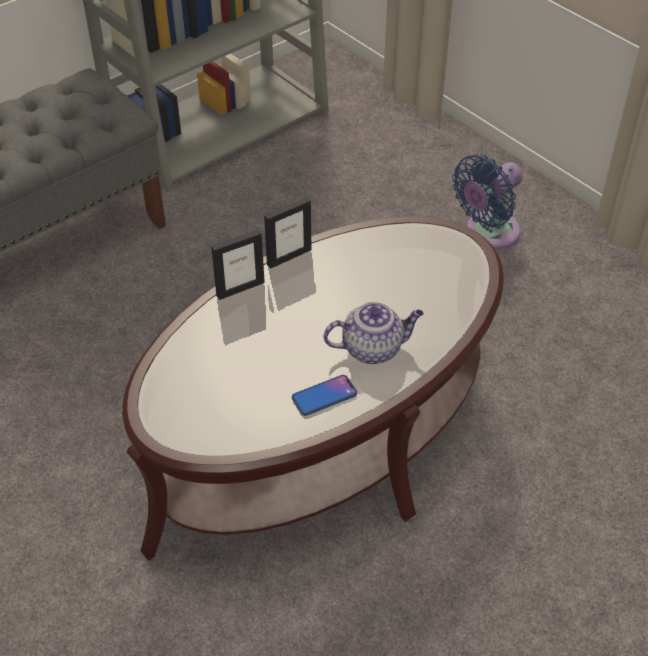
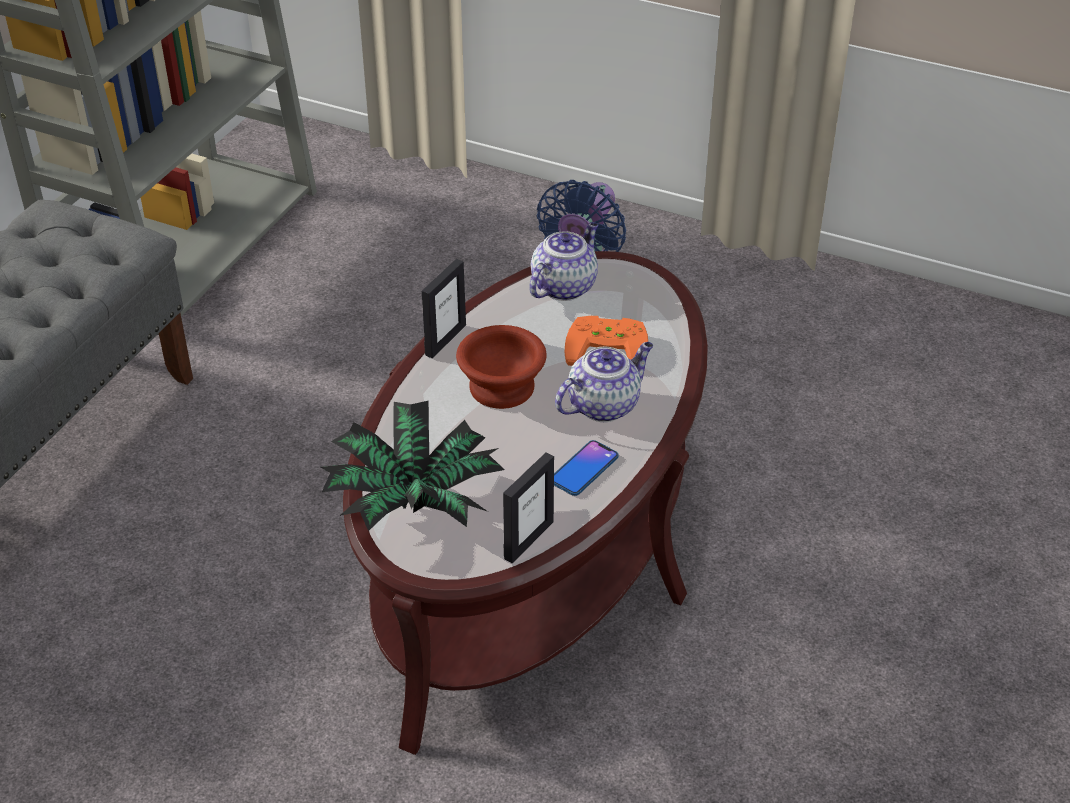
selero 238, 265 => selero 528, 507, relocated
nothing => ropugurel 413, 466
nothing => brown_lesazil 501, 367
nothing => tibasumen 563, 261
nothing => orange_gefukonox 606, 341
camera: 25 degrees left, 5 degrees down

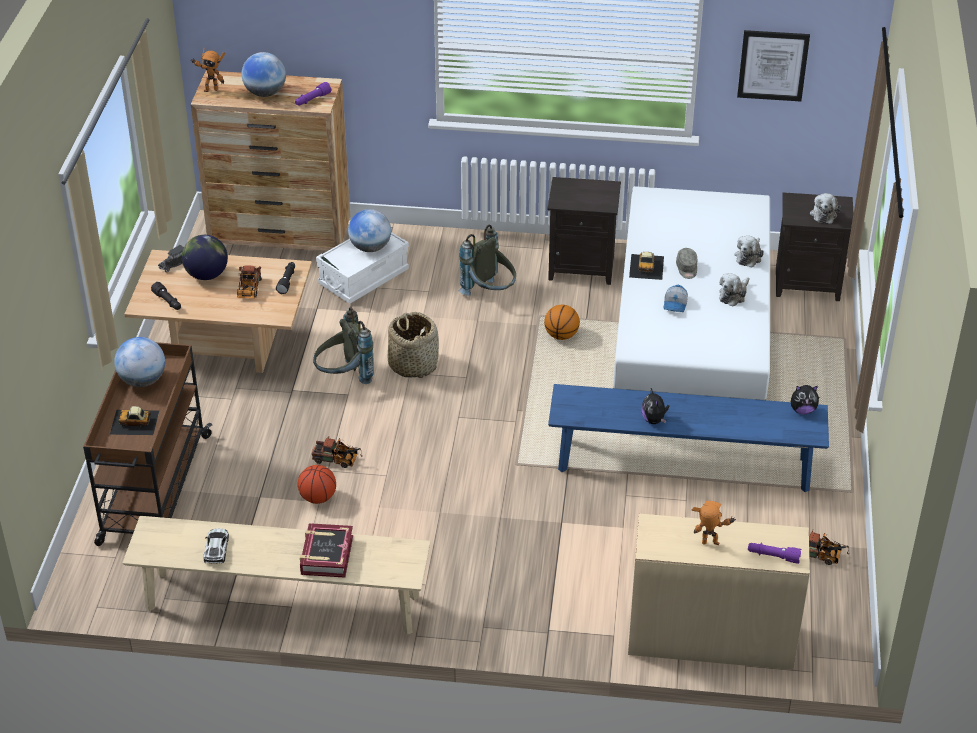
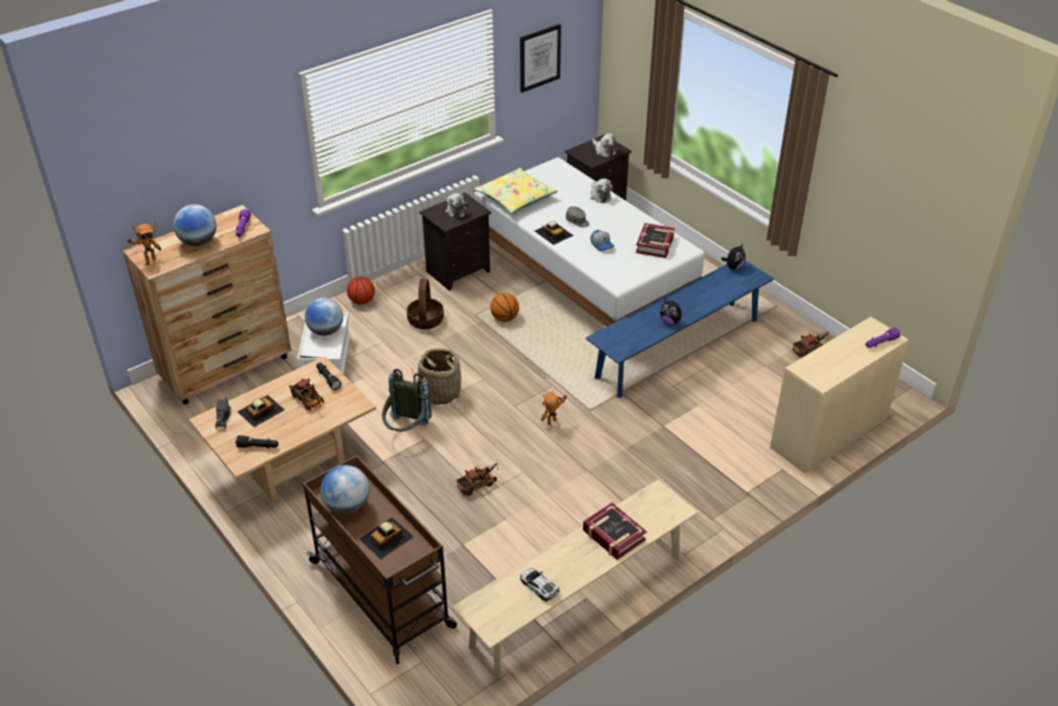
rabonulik 205, 257 => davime 260, 411
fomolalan 317, 484 => fomolalan 361, 290, relocated
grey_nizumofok 487, 260 => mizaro 425, 304
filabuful 714, 523 => filabuful 554, 408, relocated
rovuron 734, 290 => rovuron 457, 205, relocated
nothing => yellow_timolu 516, 190
nothing => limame 655, 240
camera: 45 degrees left, 0 degrees up

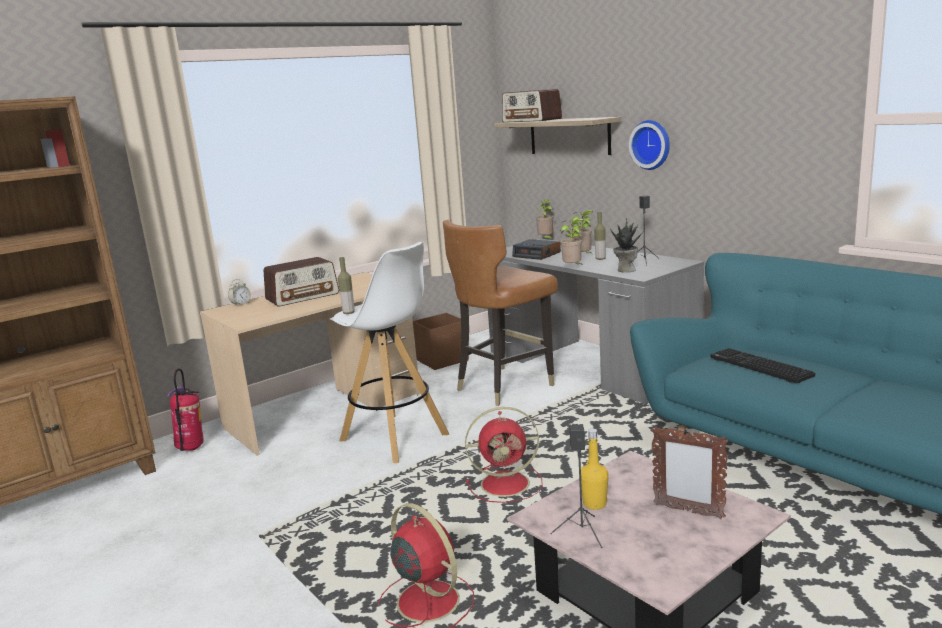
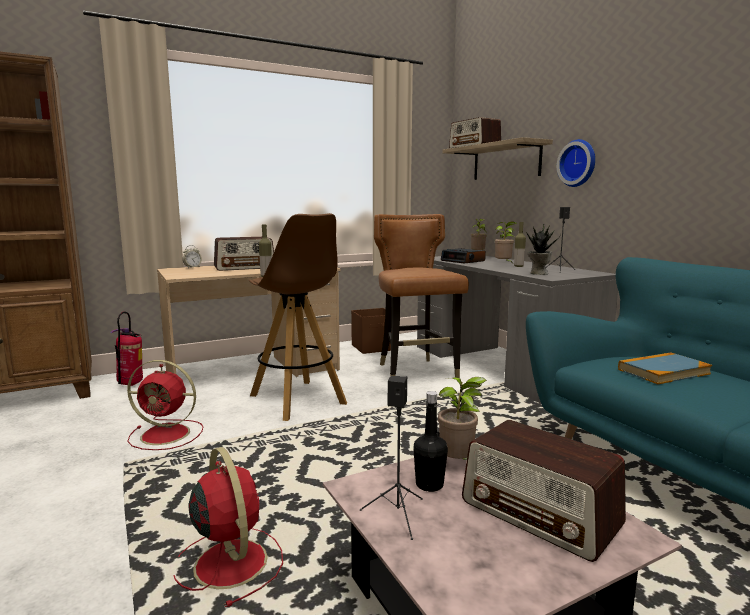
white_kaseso 389, 352 => brown_kaseso 297, 317
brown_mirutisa 500, 312 => brown_mirutisa 421, 296, 105 degrees clockwise
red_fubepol 503, 455 => red_fubepol 165, 405, relocated
ropugurel 572, 241 => ropugurel 462, 418, relocated
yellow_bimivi 594, 469 => black_bimivi 430, 441
selero 689, 472 => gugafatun 544, 491
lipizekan 762, 365 => limame 665, 368
camera: 10 degrees right, 5 degrees down

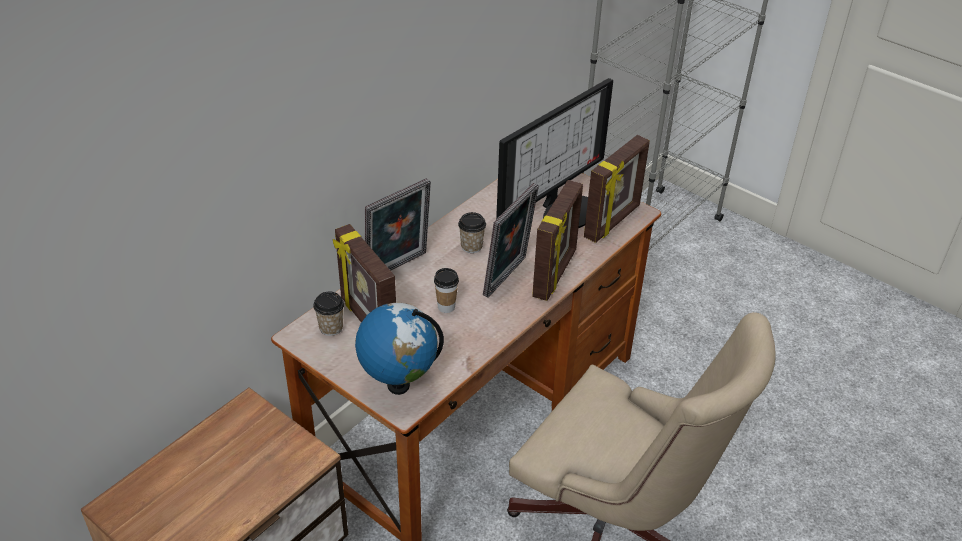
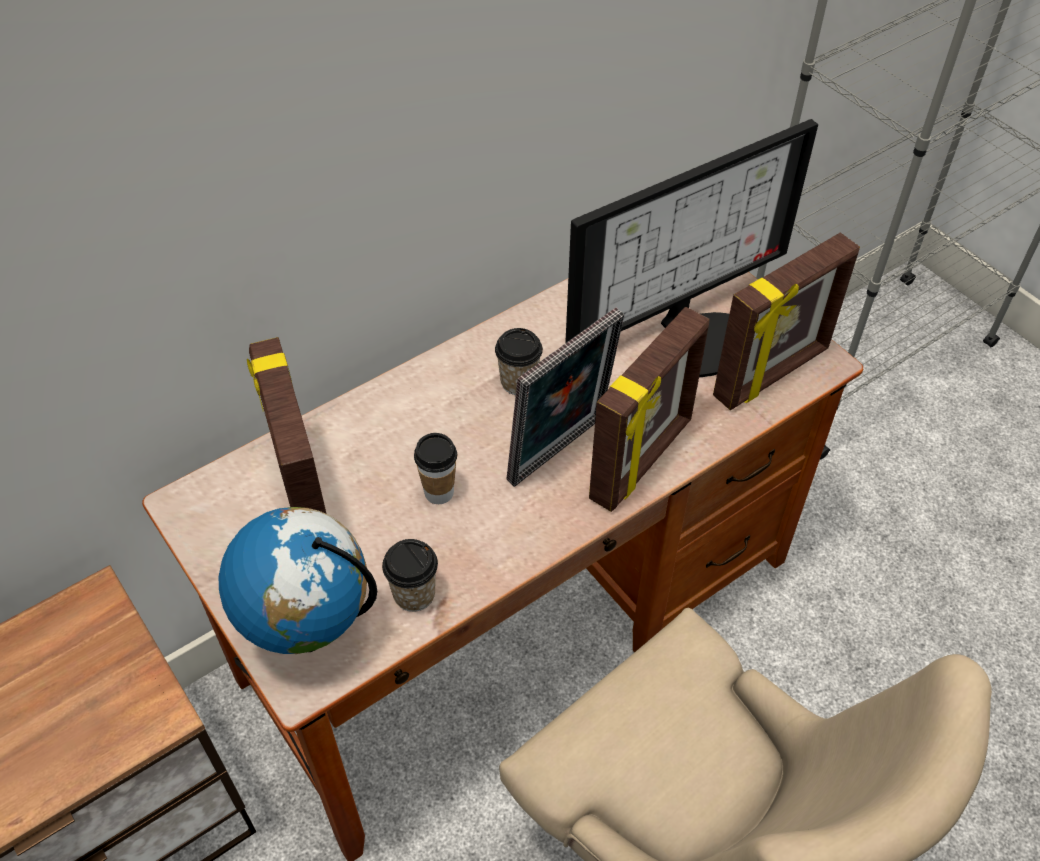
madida 328, 314 => madida 410, 575, relocated
selero 398, 224 => nothing
camera: 15 degrees right, 10 degrees up

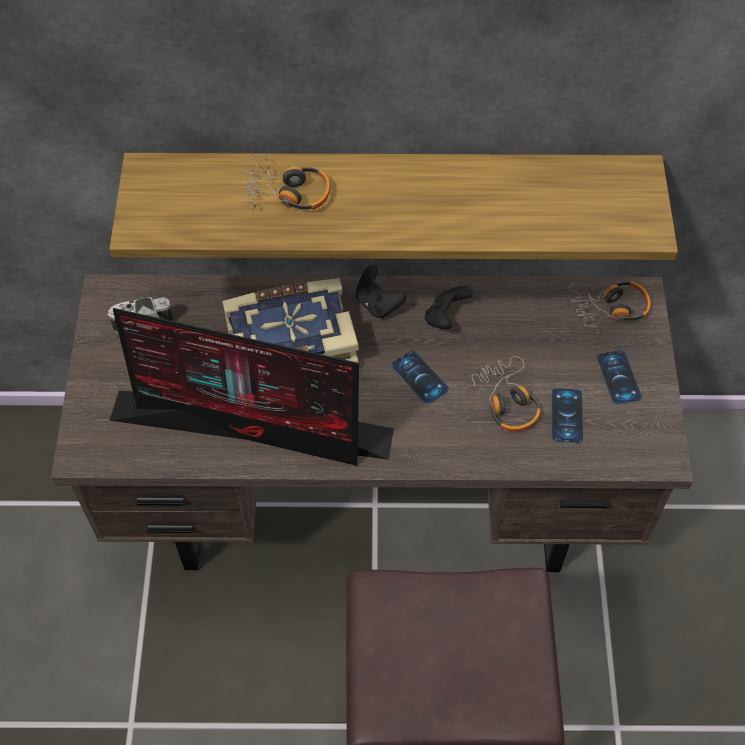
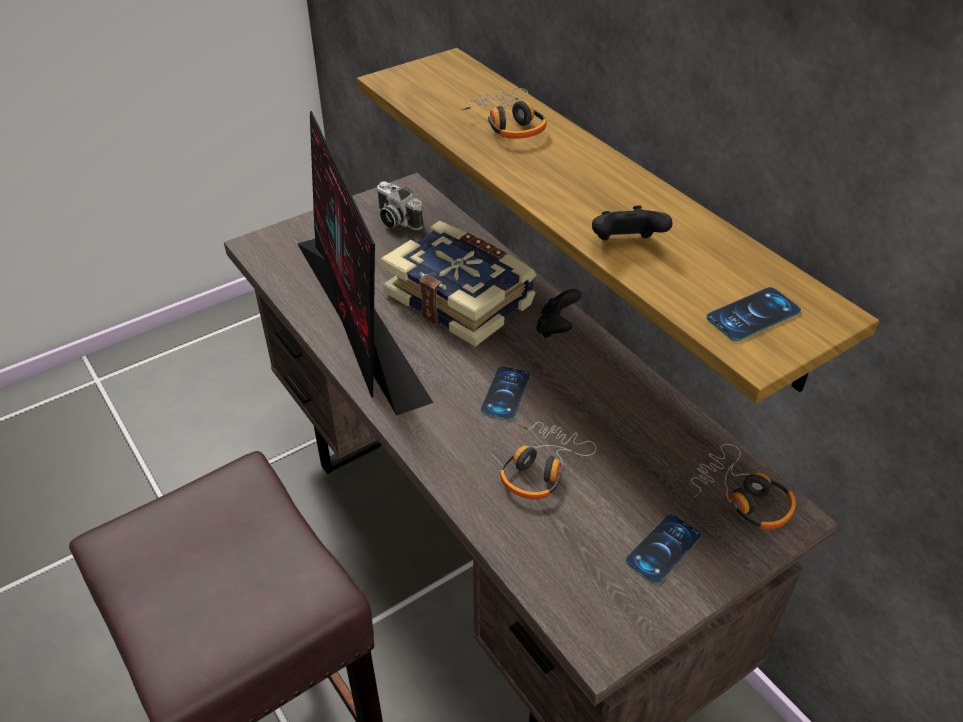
black_gefukonox 449, 307 => black_gefukonox 632, 222, relocated
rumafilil 567, 415 => rumafilil 753, 314, relocated
camera: 55 degrees right, 15 degrees down

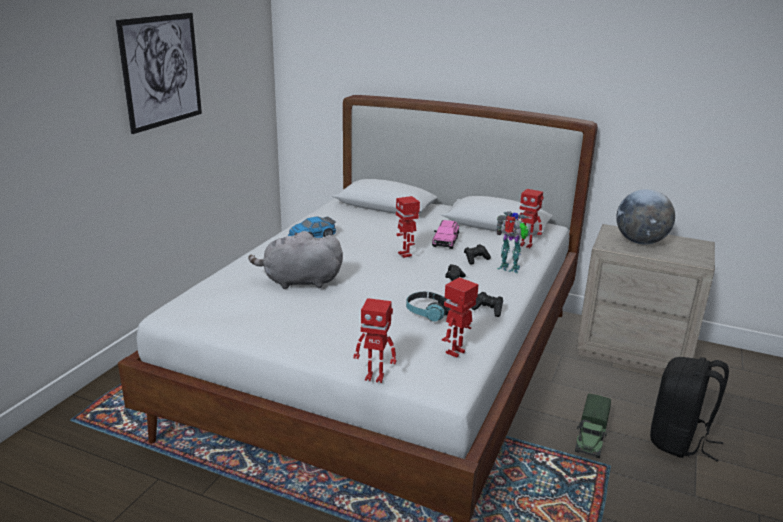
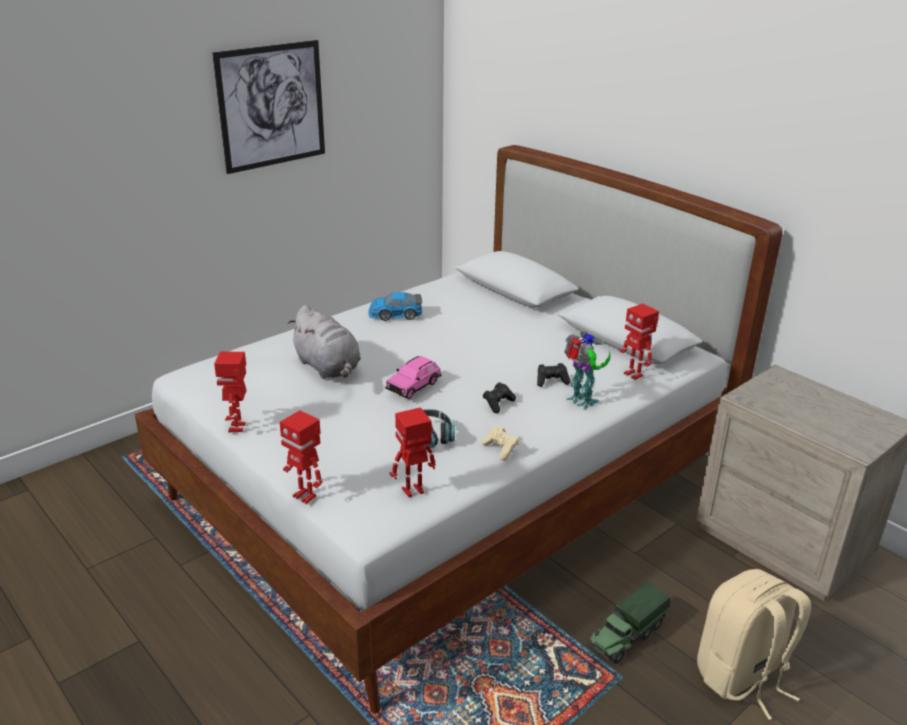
grey_rovuron 295, 260 => grey_rovuron 324, 342, 150 degrees counterclockwise
filabuful 408, 227 => filabuful 230, 391, relocated
pink_davime 446, 234 => pink_davime 413, 377, relocated
black_gefukonox 487, 304 => beige_gefukonox 500, 443
rabonulik 645, 216 => nothing
black_nizumofok 689, 409 => beige_nizumofok 754, 644
camera: 25 degrees right, 5 degrees up

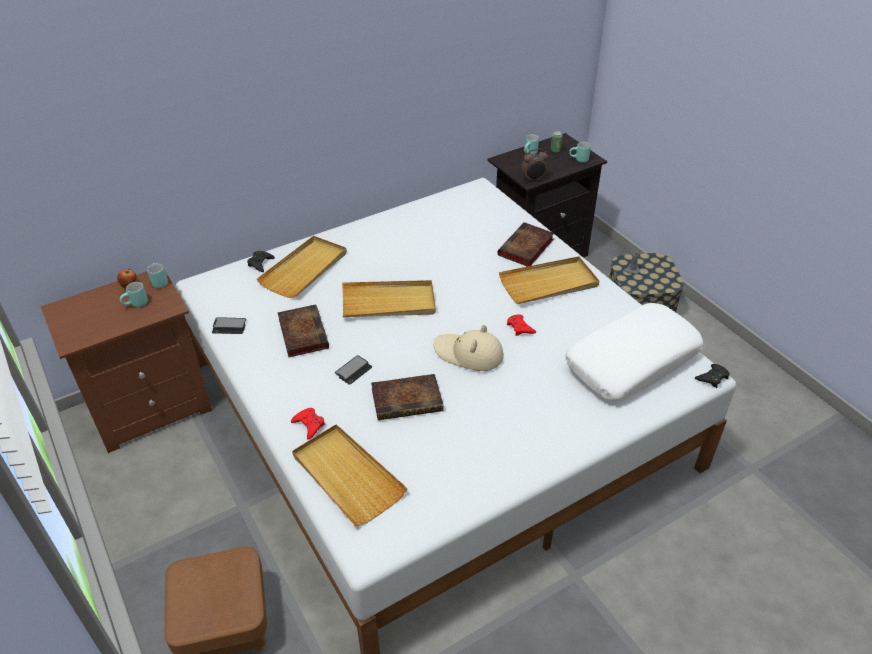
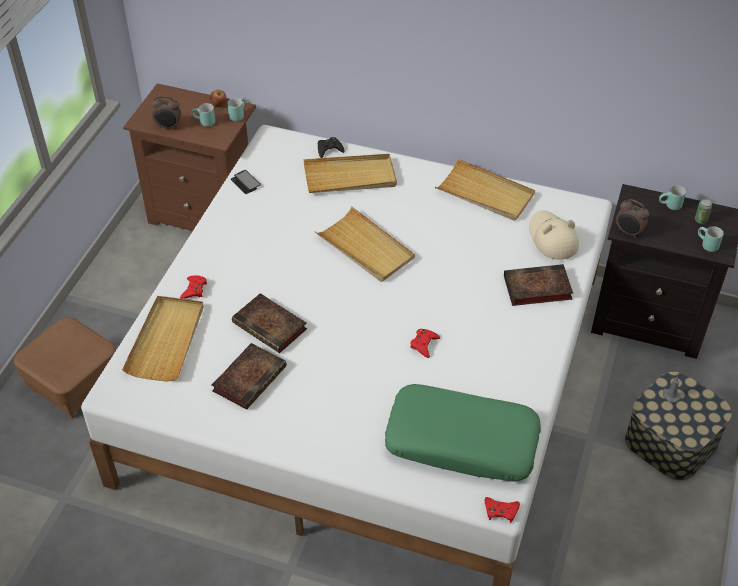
limame 303, 330 => limame 249, 376, relocated
rumafilil 353, 370 => nothing
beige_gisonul 469, 348 => beige_gisonul 554, 235, relocated
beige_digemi 549, 280 => beige_digemi 485, 189, relocated
white_timolu 634, 352 => green_timolu 463, 432
black_gefukonox 712, 376 => red_gefukonox 502, 510
nothing => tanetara 166, 113
camera: 50 degrees right, 5 degrees up

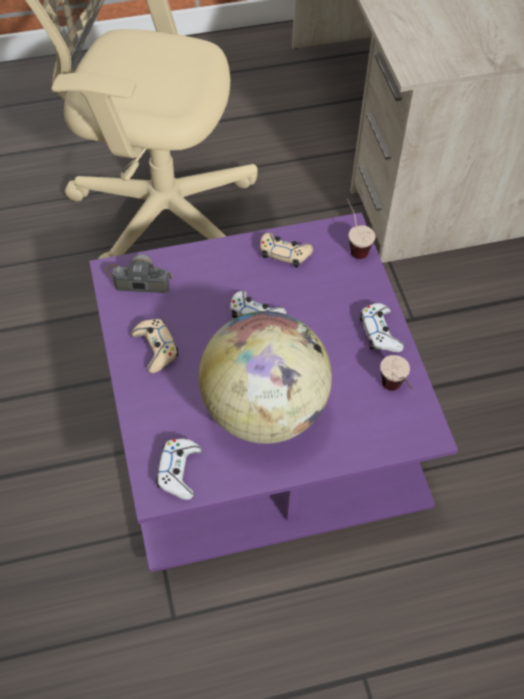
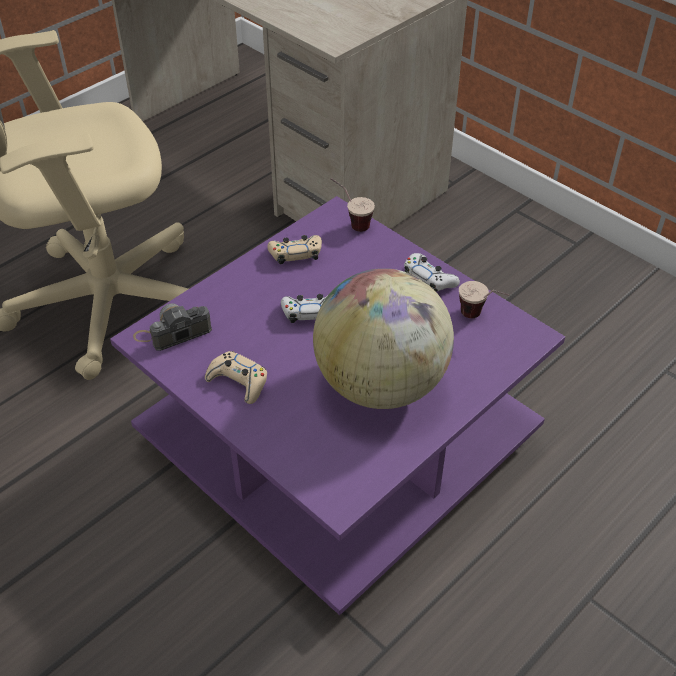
white_gefukonox 178, 469 => nothing
camera: 30 degrees left, 10 degrees down

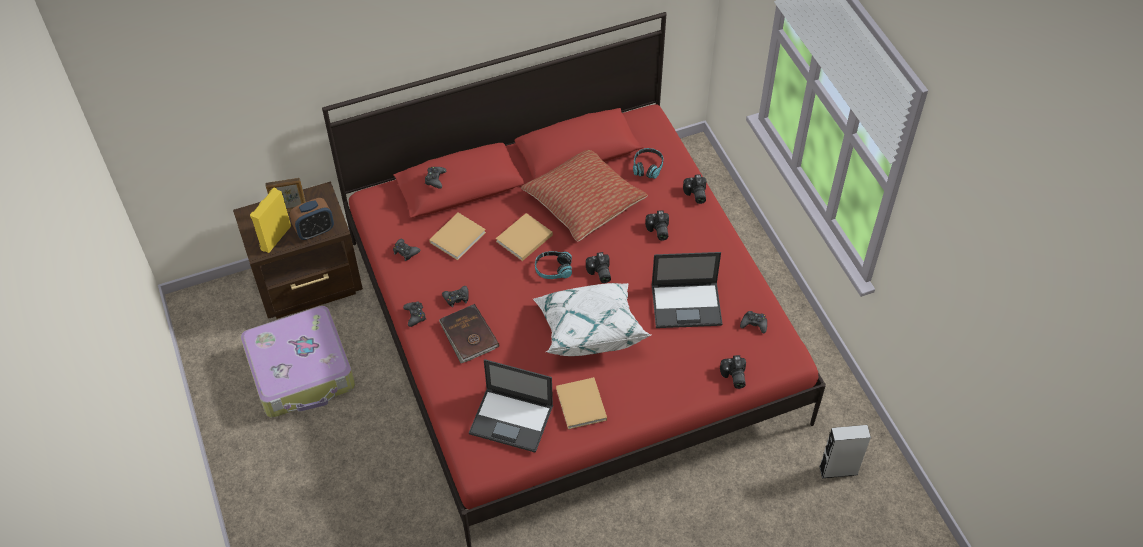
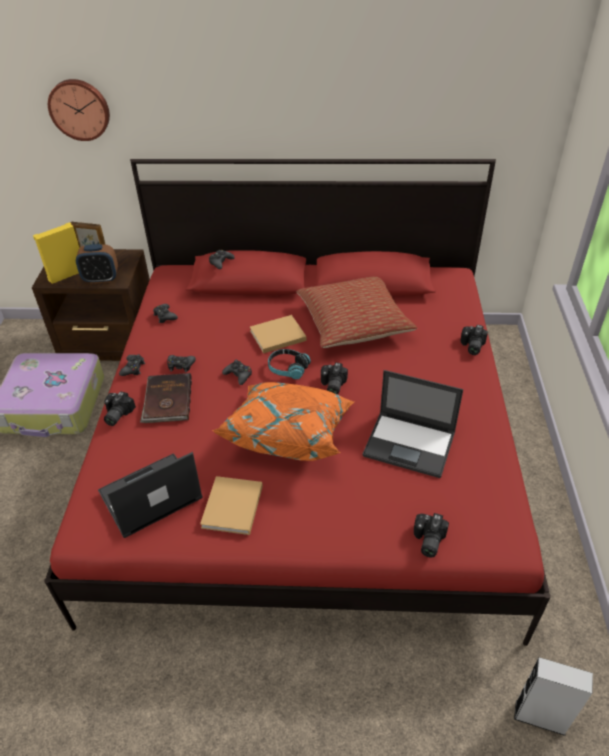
beige_limame 457, 236 => nothing
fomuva 511, 406 => fomuva 150, 495, 105 degrees clockwise
white_timolu 592, 319 => orange_timolu 283, 421
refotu 648, 163 => nothing
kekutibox 657, 225 => kekutibox 120, 408, relocated
black_gefukonox 753, 322 => black_gefukonox 237, 372, relocated
nothing => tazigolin 79, 110
camera: 25 degrees right, 10 degrees down

